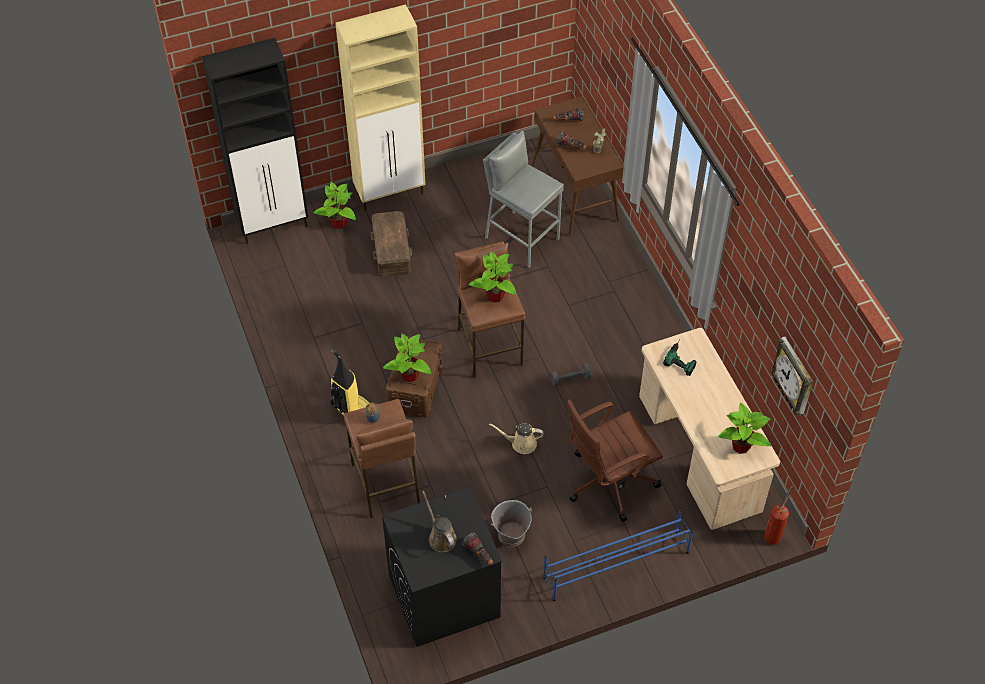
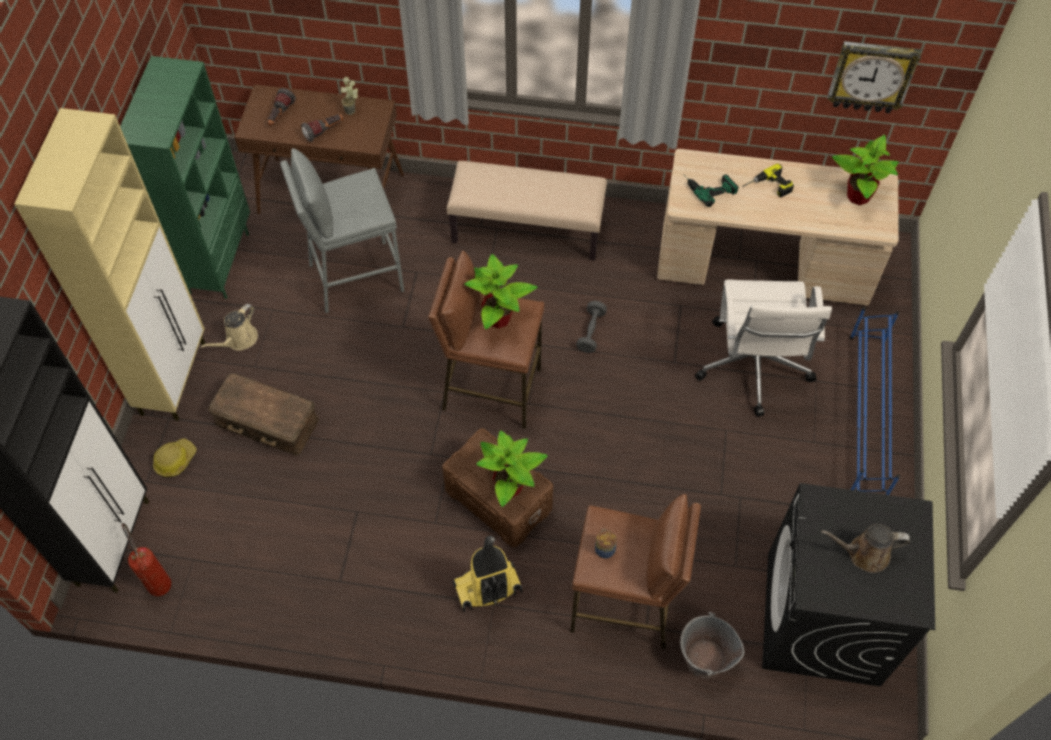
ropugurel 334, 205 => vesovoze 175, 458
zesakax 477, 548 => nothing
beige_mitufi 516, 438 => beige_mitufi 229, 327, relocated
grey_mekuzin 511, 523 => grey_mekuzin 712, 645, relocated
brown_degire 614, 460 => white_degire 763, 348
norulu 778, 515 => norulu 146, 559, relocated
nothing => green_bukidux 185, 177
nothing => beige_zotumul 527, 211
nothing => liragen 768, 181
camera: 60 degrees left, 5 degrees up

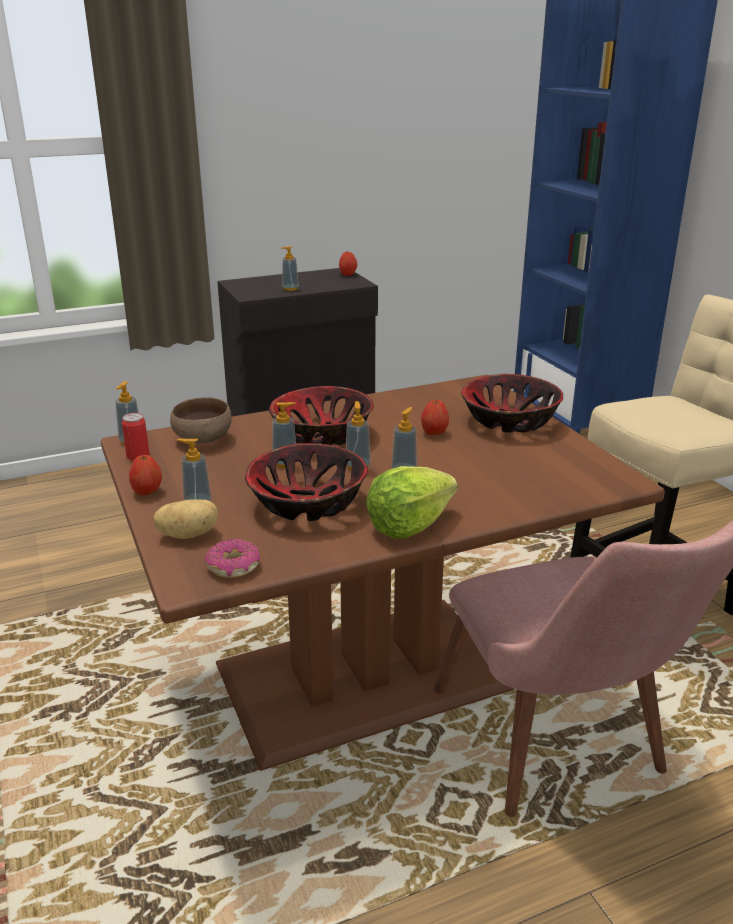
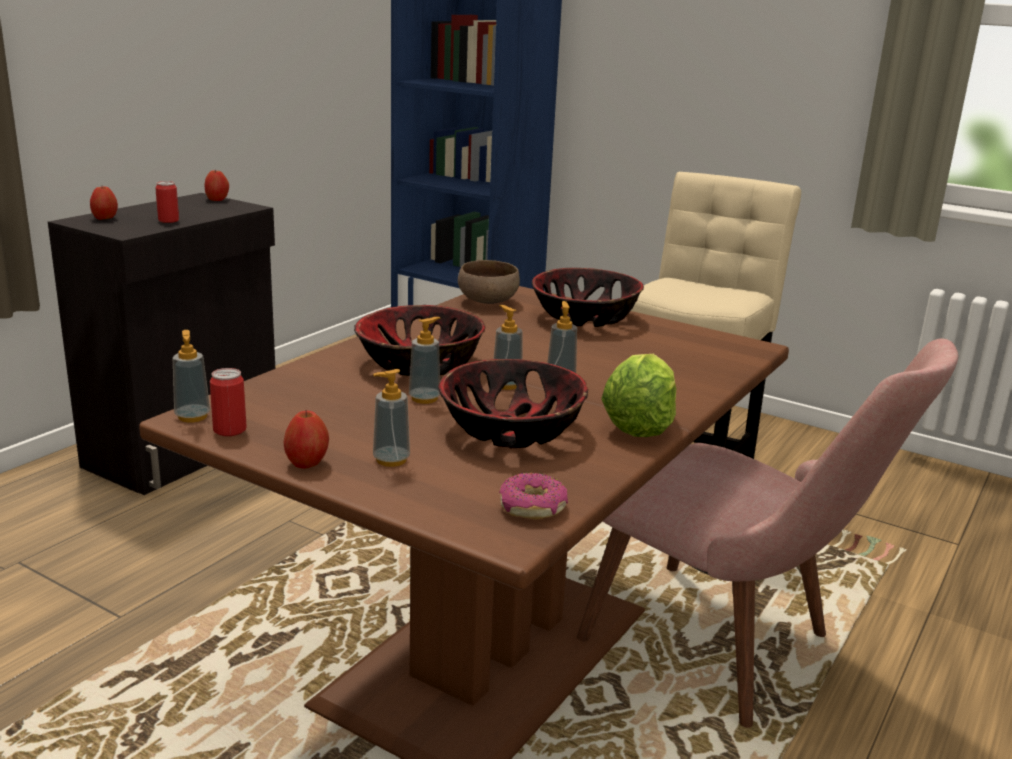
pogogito 186, 519 => nothing
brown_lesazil 201, 420 => brown_lesazil 489, 282, relocated
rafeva 290, 268 => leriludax 167, 202
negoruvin 435, 417 => negoruvin 104, 203, relocated
camera: 35 degrees left, 5 degrees down

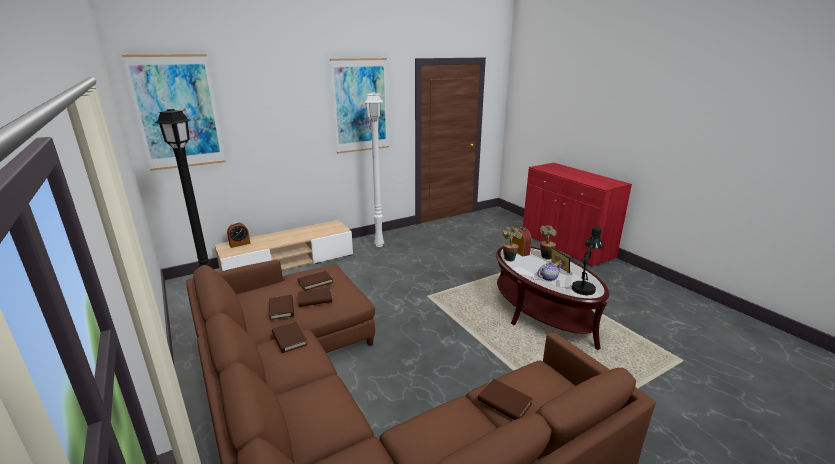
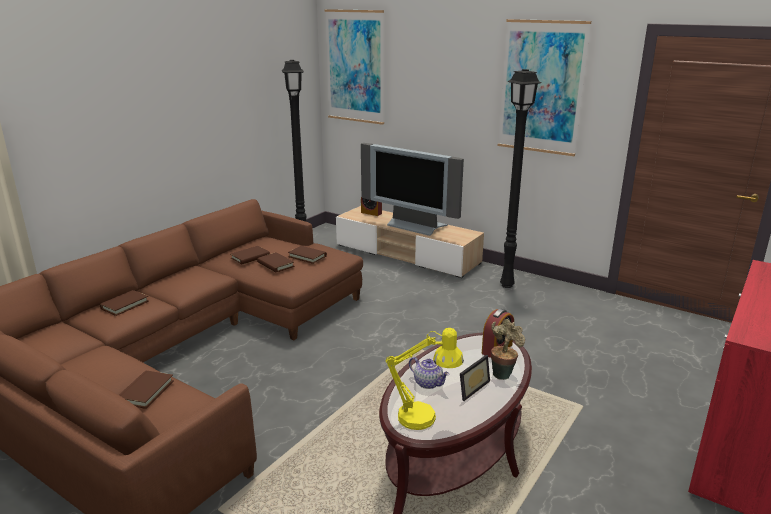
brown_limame 290, 337 => brown_limame 124, 303, relocated
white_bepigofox 374, 170 => black_bepigofox 520, 178
ropugurel 512, 244 => nothing
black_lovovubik 587, 260 => yellow_lovovubik 424, 379
nothing => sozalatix 412, 189
camera: 65 degrees right, 0 degrees up

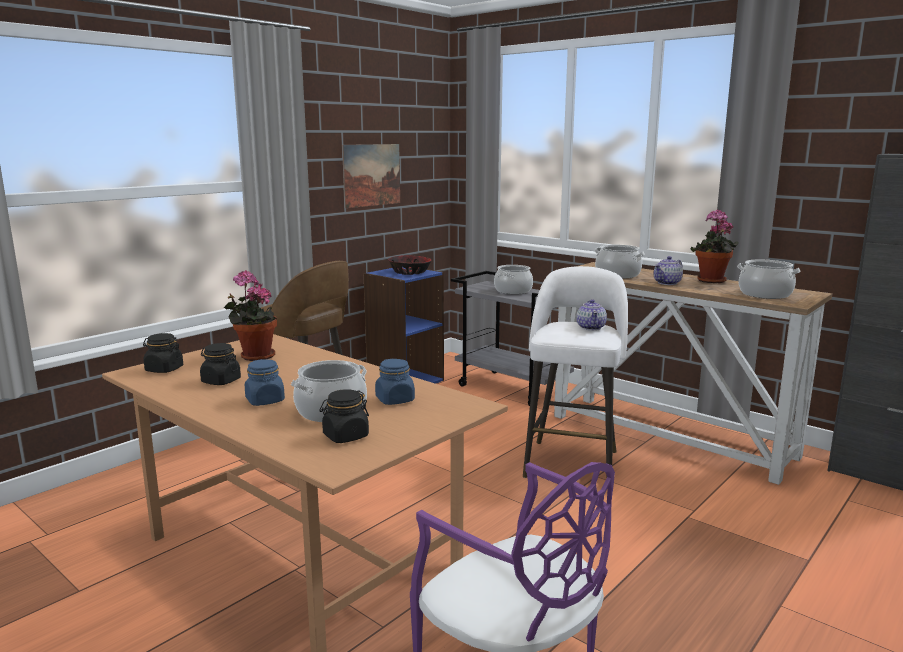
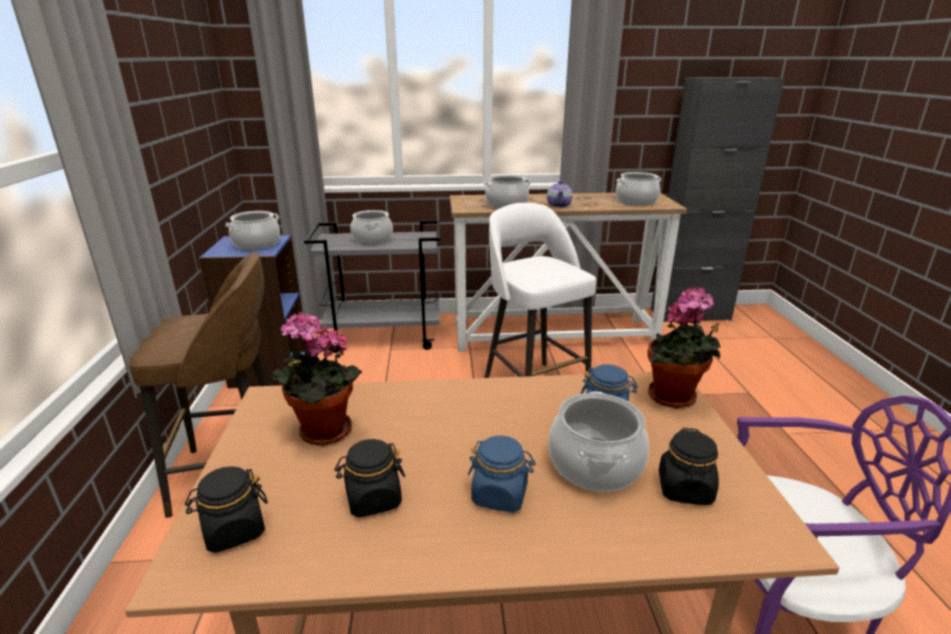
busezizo 371, 176 => nothing
lesazil 410, 265 => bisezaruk 252, 230
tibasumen 591, 314 => nothing
ropugurel 714, 246 => ropugurel 683, 347, relocated
camera: 45 degrees left, 10 degrees up

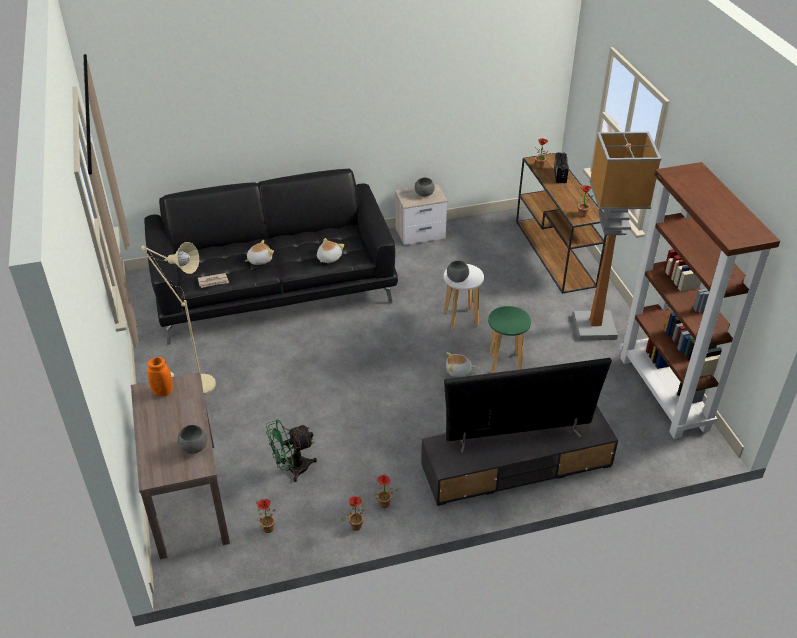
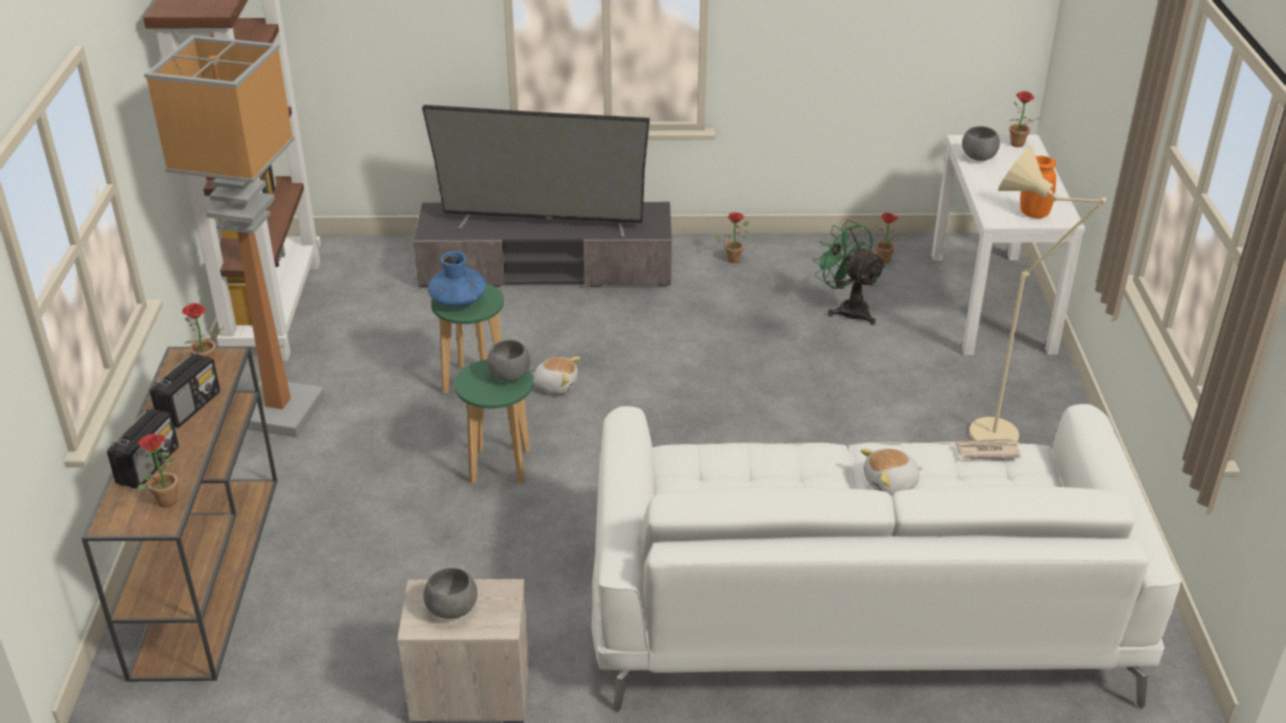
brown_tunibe 180, 465 => white_tunibe 1008, 245
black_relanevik 271, 257 => white_relanevik 886, 558
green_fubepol 291, 450 => green_fubepol 849, 272, 120 degrees counterclockwise
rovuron 330, 250 => nothing
ropugurel 353, 513 => ropugurel 1024, 119, relocated
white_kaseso 464, 297 => green_kaseso 494, 422
nothing => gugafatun 185, 390
nothing => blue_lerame 457, 279
camera: 165 degrees left, 5 degrees down

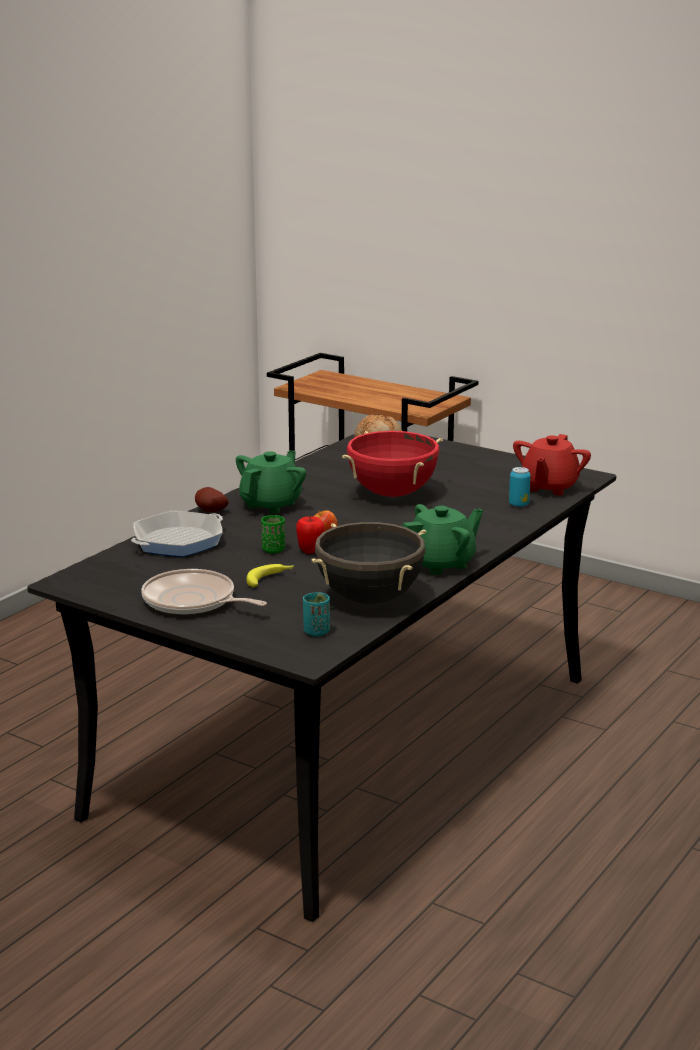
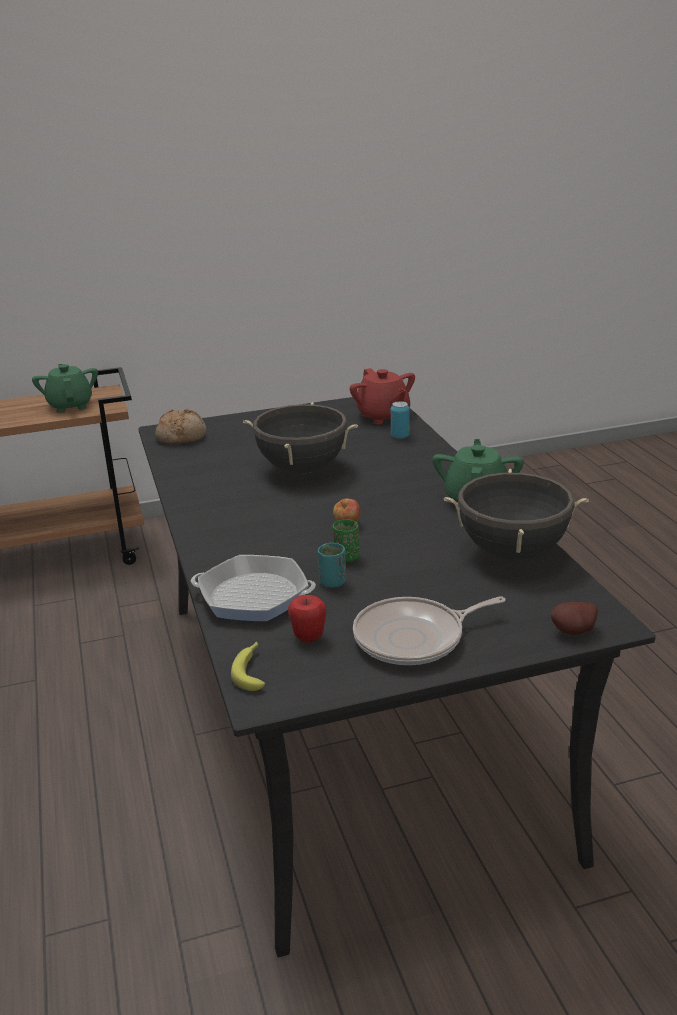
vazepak 177, 533 => vazepak 253, 588, 75 degrees counterclockwise
pogogito 211, 499 => pogogito 574, 618, relocated
green_tibasumen 271, 482 => green_tibasumen 65, 388, relocated
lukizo 270, 575 => lukizo 248, 666, relocated
negoruvin 310, 535 => negoruvin 307, 619, relocated
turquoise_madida 316, 614 => turquoise_madida 332, 565, relocated
red_bisezaruk 392, 464 => black_bisezaruk 300, 438
camera: 50 degrees left, 5 degrees up

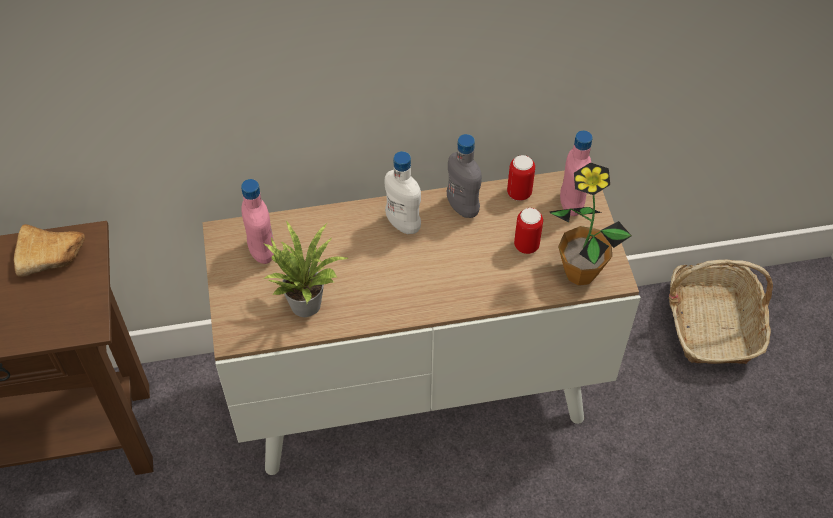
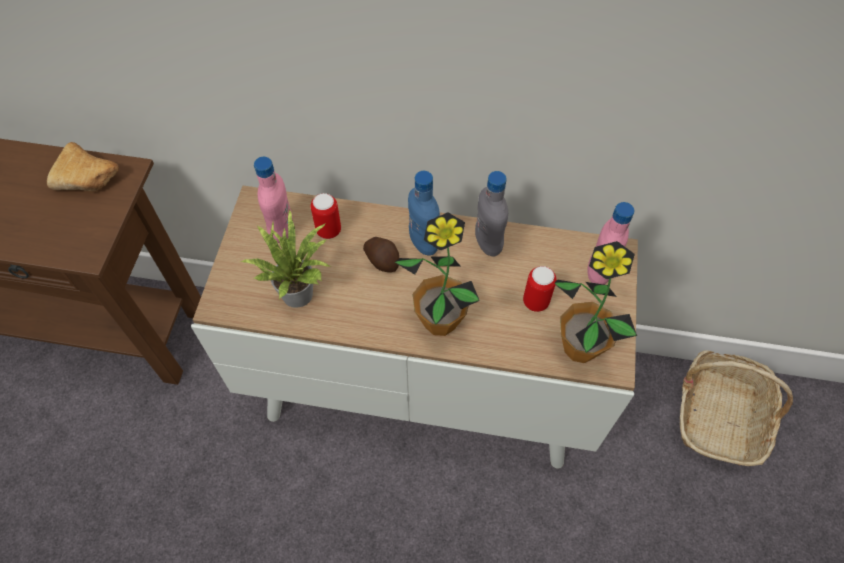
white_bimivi 403, 192 => blue_bimivi 424, 213
leriludax 521, 178 => leriludax 326, 216, relocated
nothing => pogogito 381, 254
nothing => ropugurel 437, 274
camera: 20 degrees right, 5 degrees up

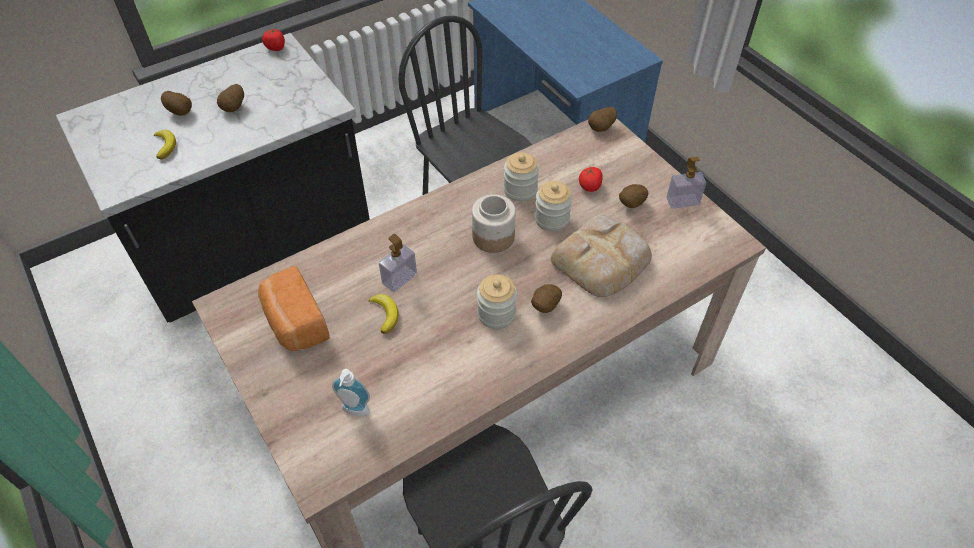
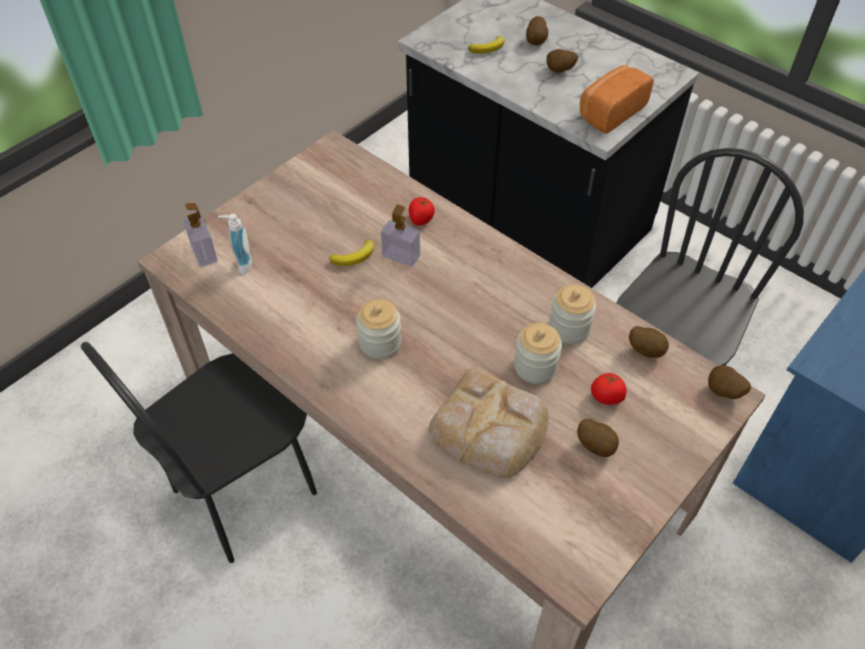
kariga 294, 308 => kariga 617, 99, relocated
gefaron 273, 39 => gefaron 422, 211, relocated
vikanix 494, 223 => nothing
pogogito 546, 298 => pogogito 649, 342, relocated
rafeva 686, 183 => rafeva 201, 235, relocated
camera: 75 degrees right, 0 degrees up

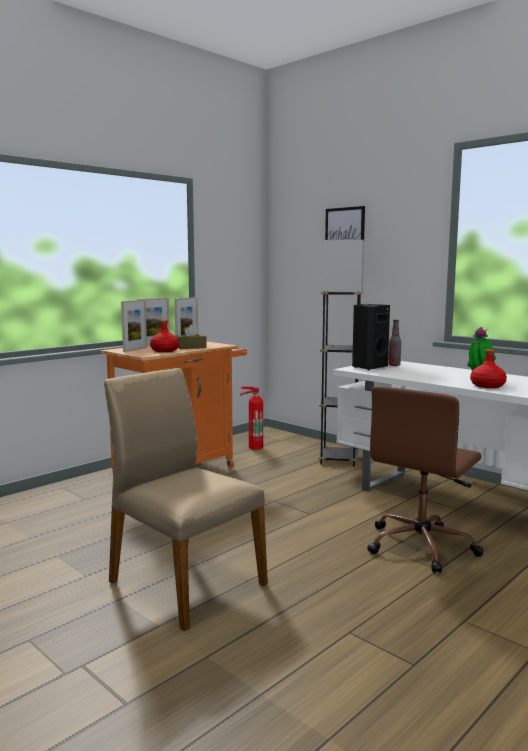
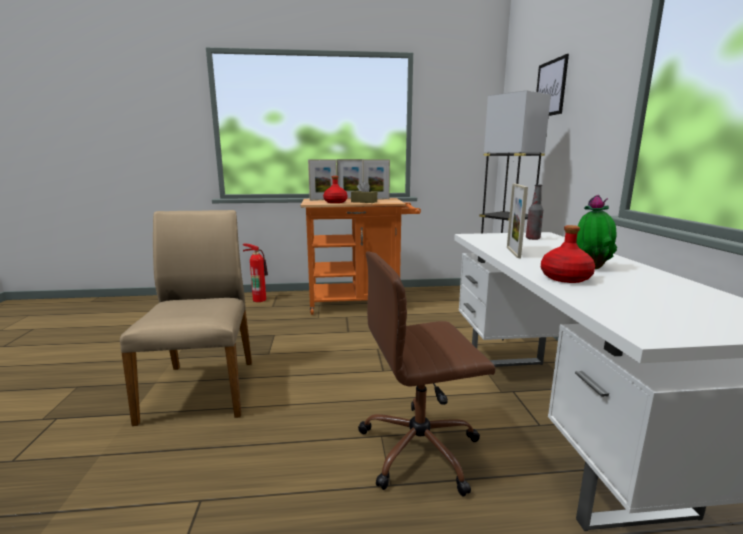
norulu 251, 417 => norulu 255, 273, relocated
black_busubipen 371, 337 => nothing
nothing => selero 517, 221
camera: 40 degrees right, 5 degrees up

